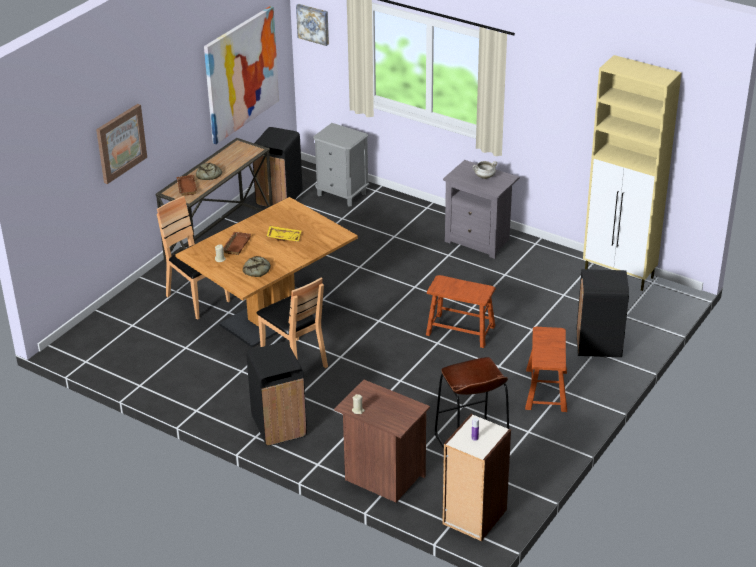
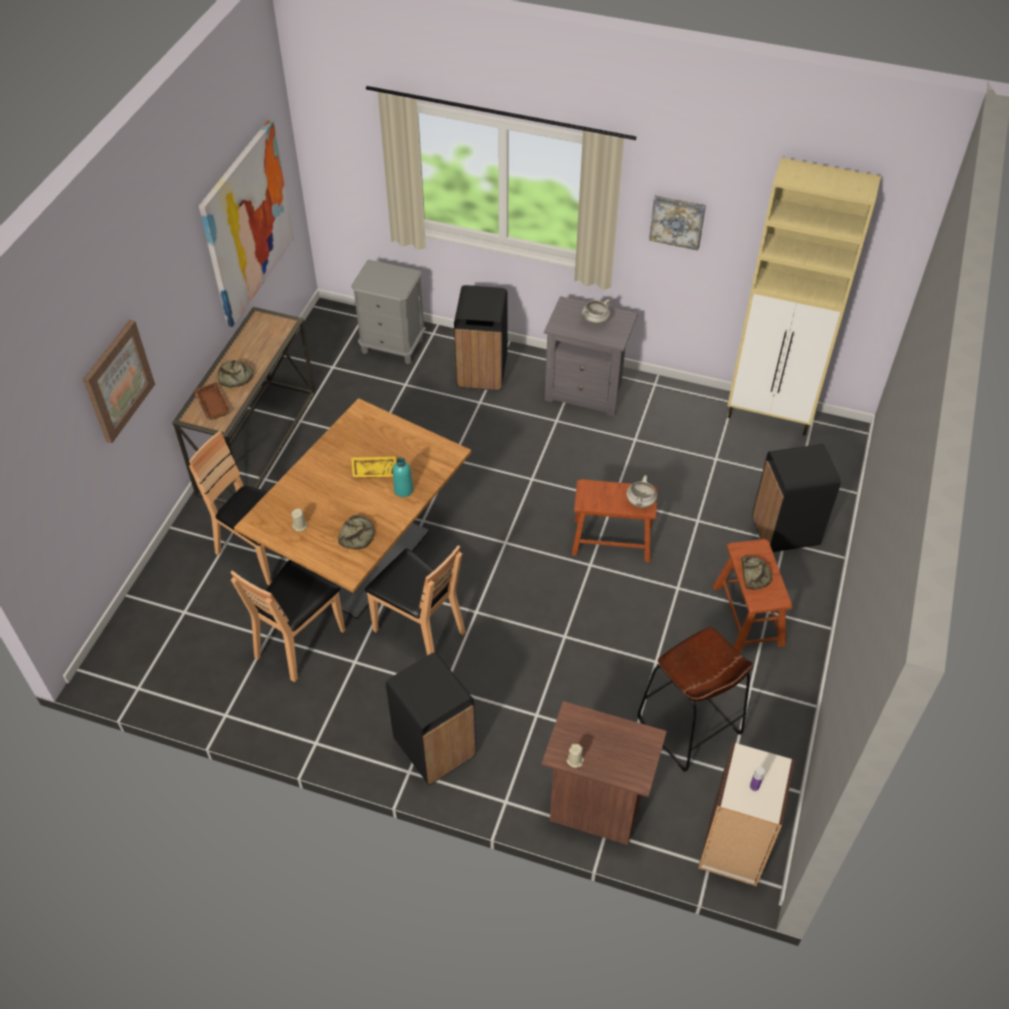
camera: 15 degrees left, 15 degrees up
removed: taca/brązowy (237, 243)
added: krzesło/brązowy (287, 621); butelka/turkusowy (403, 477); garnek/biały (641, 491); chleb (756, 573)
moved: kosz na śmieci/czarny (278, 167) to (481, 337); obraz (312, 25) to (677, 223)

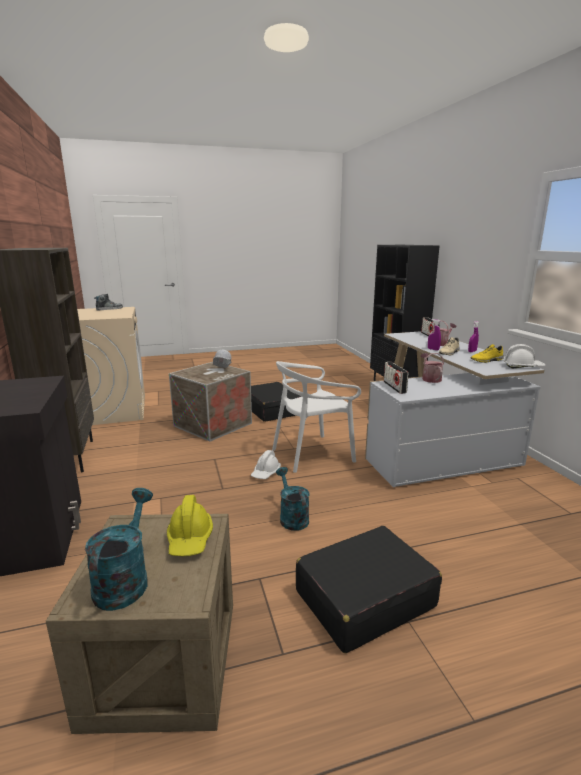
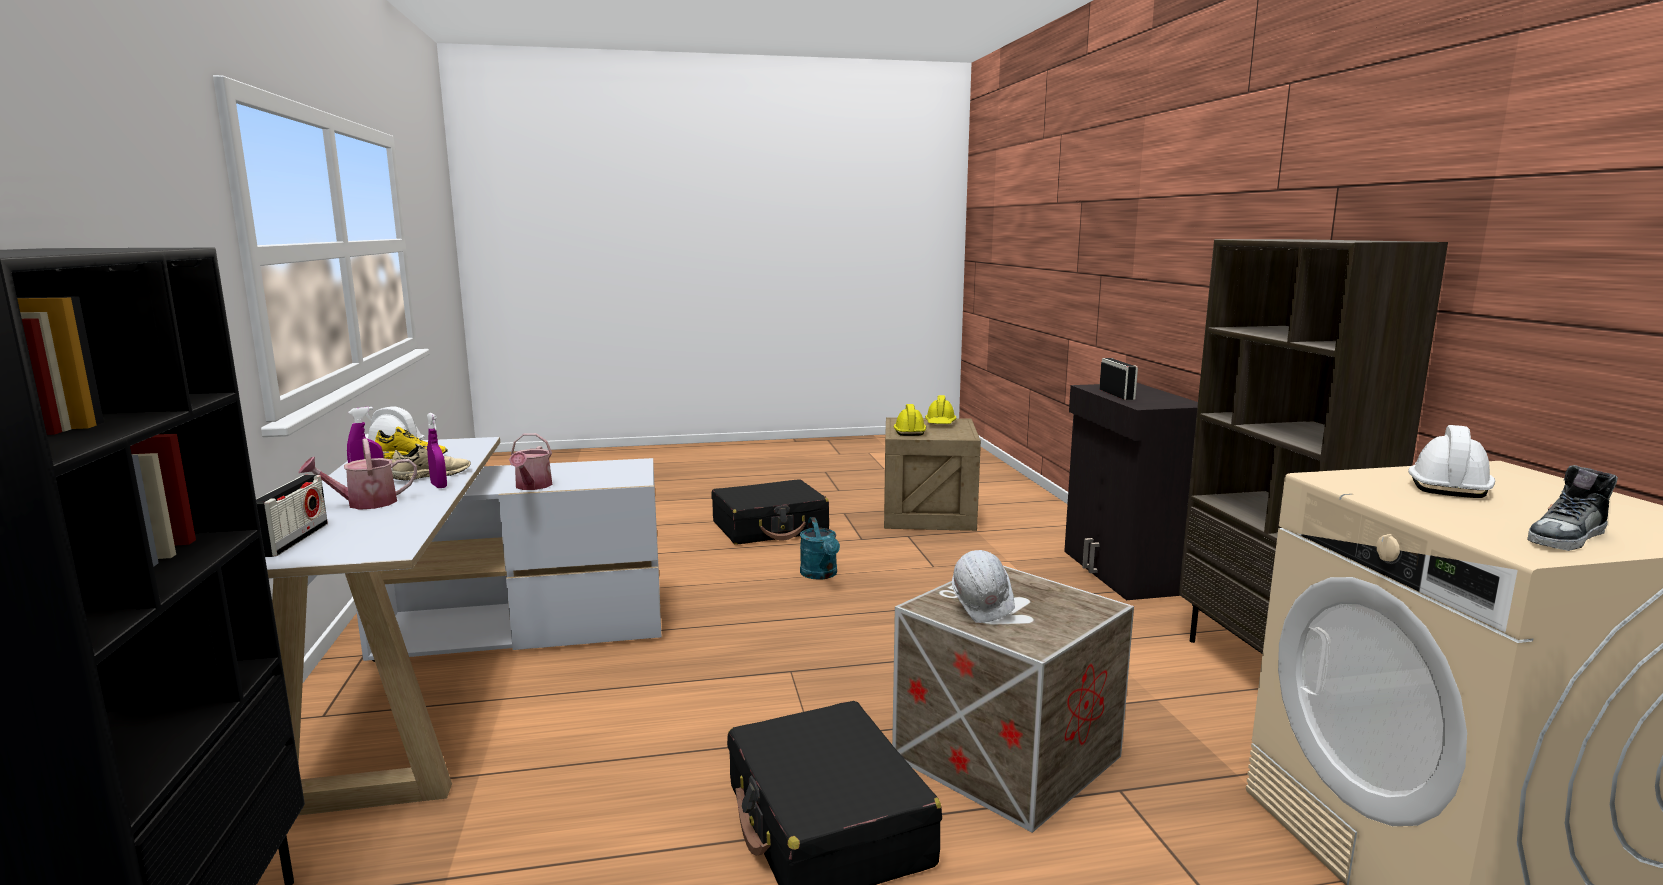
camera: 175 degrees left, 5 degrees down
removed: krzesło/biały (316, 417)
moved: kask/biały (266, 464) to (1451, 461); radio (396, 378) to (1118, 379)
replaced: konewka/turkusowy (119, 549) to kask/żółty (940, 409)

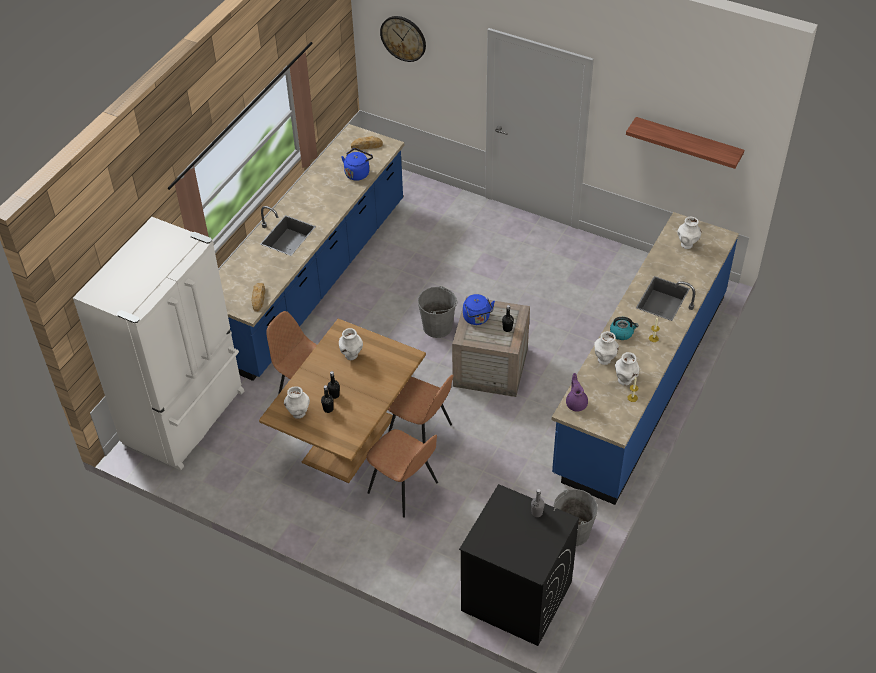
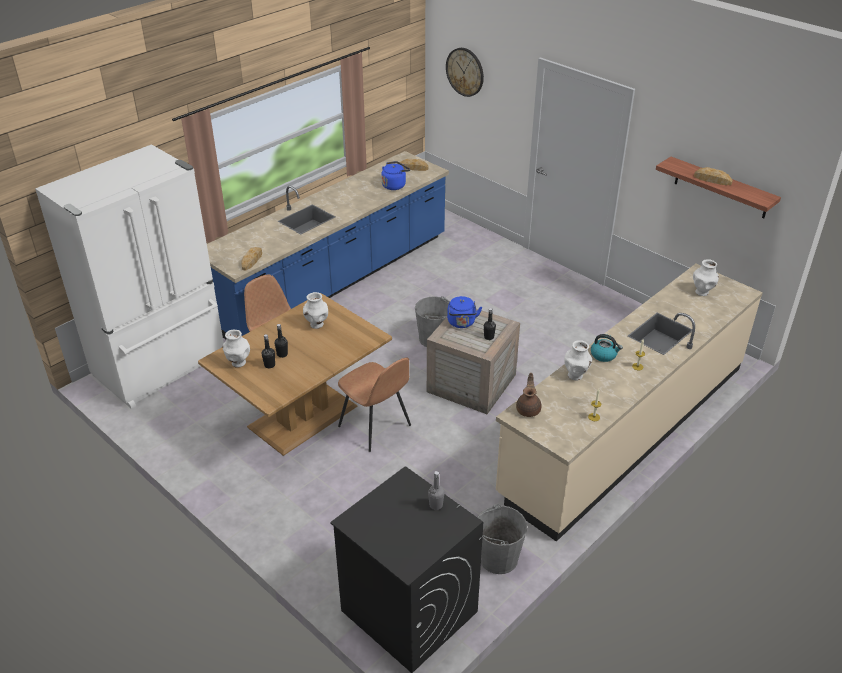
camera: 15 degrees right, 10 degrees down
removed: krzesło/brązowy (402, 473); wazon/biały (627, 369)
added: chleb (713, 176)
recoloured: zabudowa kuchenna/niebieski (645, 358) to zabudowa kuchenna/beżowy (629, 403); imbryk/fioletowy (577, 392) to imbryk/brązowy (529, 395)

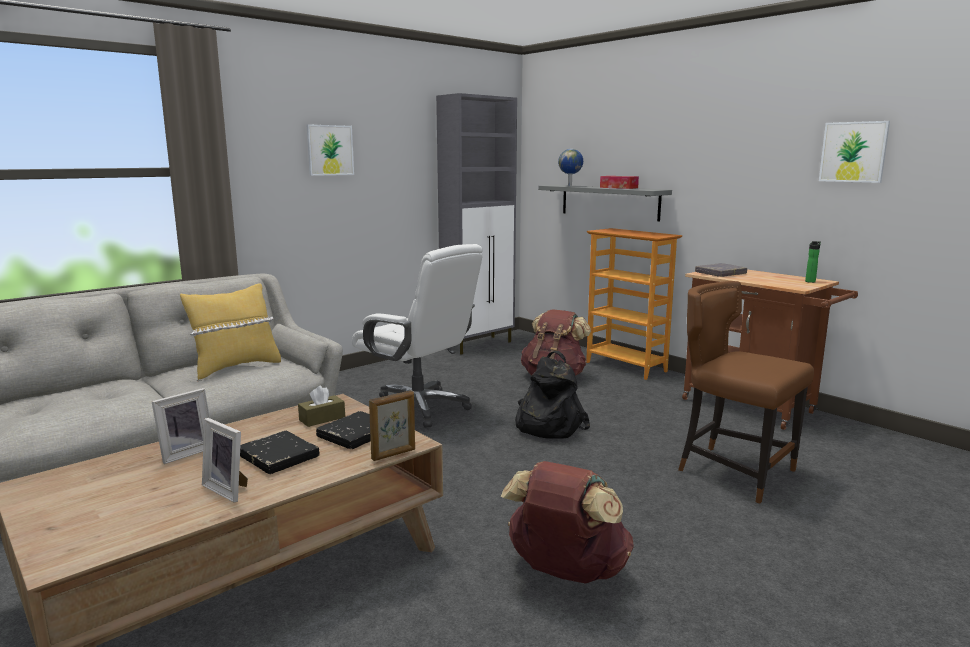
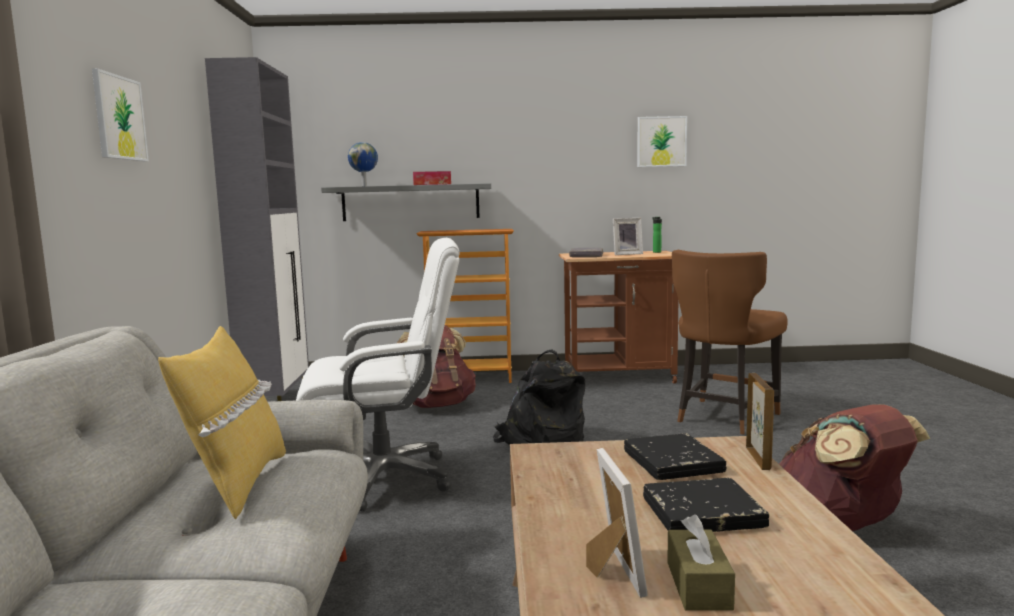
camera: 50 degrees left, 5 degrees down
moved: ramka na zdjęcie (225, 460) to (628, 236); pudełko chusteczek/brązowy (321, 406) to (701, 562)
turned: krzesło/brązowy (746, 392) = (730, 342) 45 degrees counterclockwise

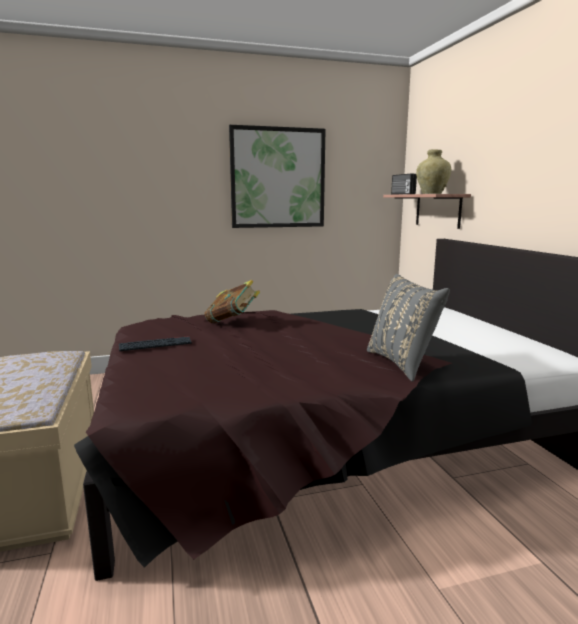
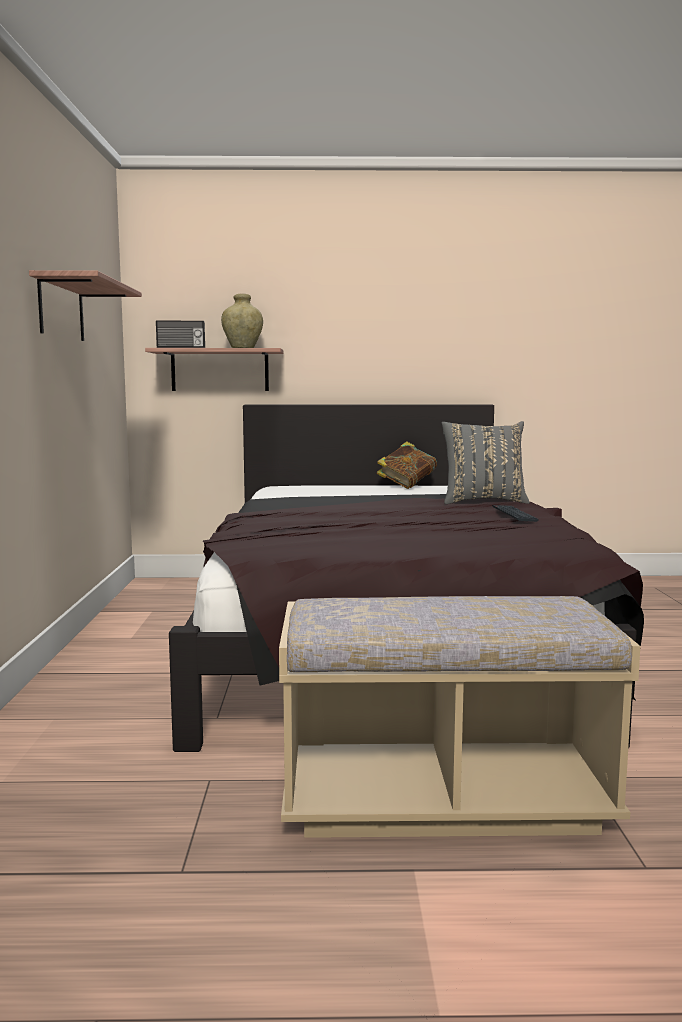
camera: 75 degrees left, 5 degrees down
moved: klawiatura (155, 343) to (515, 513); książka (232, 301) to (407, 465)
replaced: obraz (277, 176) to półka (85, 305)

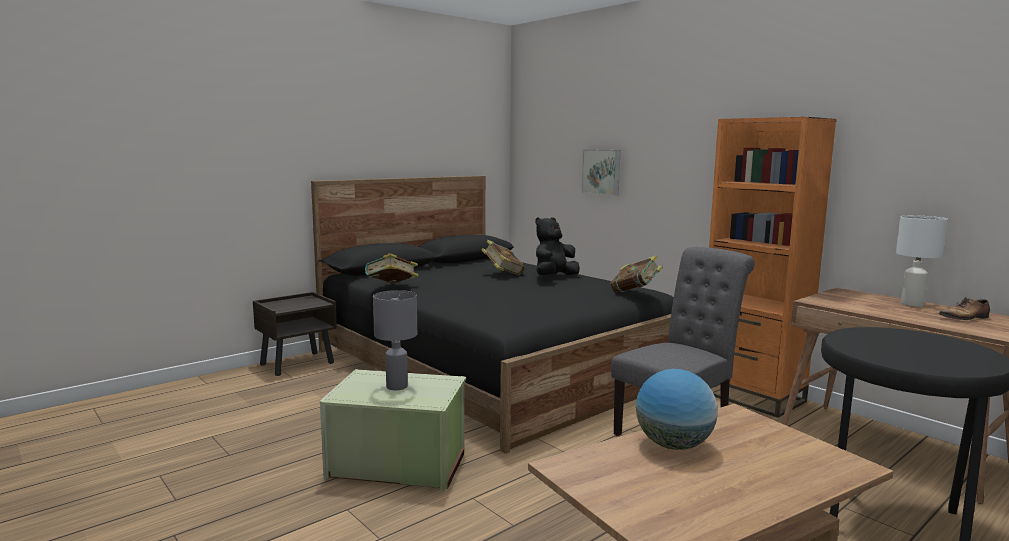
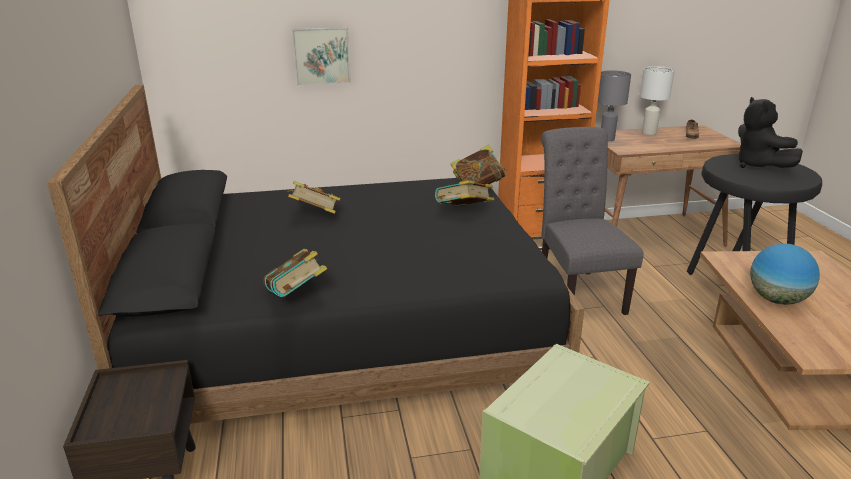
camera: 60 degrees left, 15 degrees up
added: książka (464, 193)
moved: lampa stołowa/szary (395, 340) to (614, 105); pluszak/czarny (557, 246) to (770, 132)

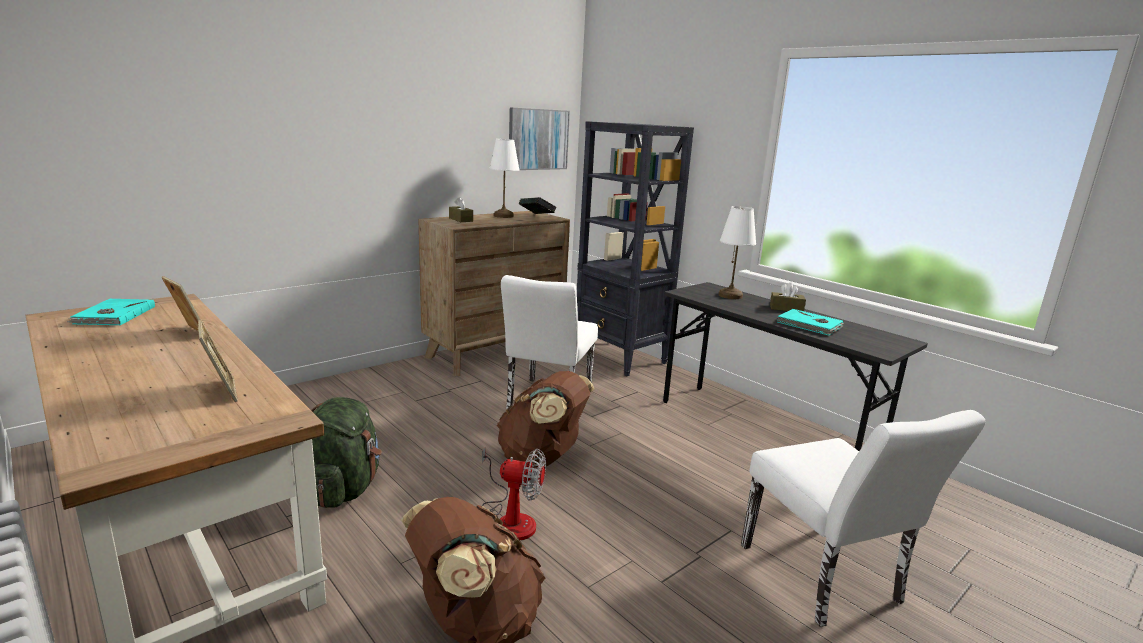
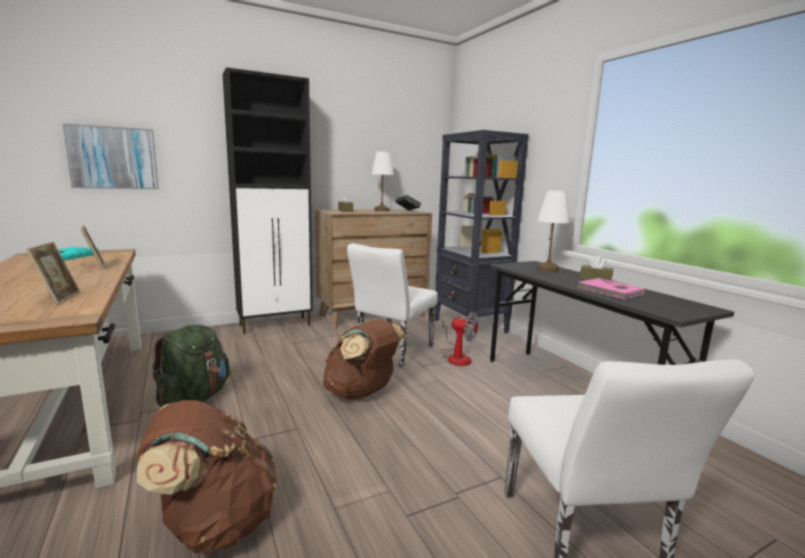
camera: 15 degrees right, 5 degrees down
added: szafka/czarny (268, 200)
moved: wentylator (514, 493) to (459, 339); obraz (539, 138) to (111, 156)
recoloured: książka/turkusowy (810, 322) to książka/różowy (611, 289)

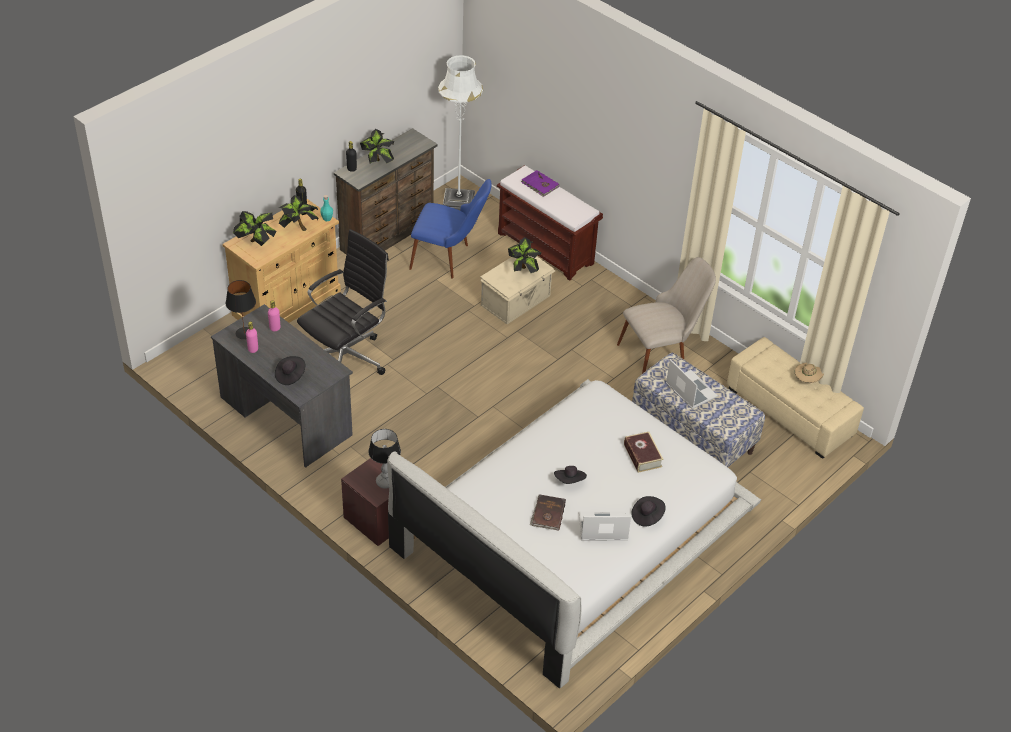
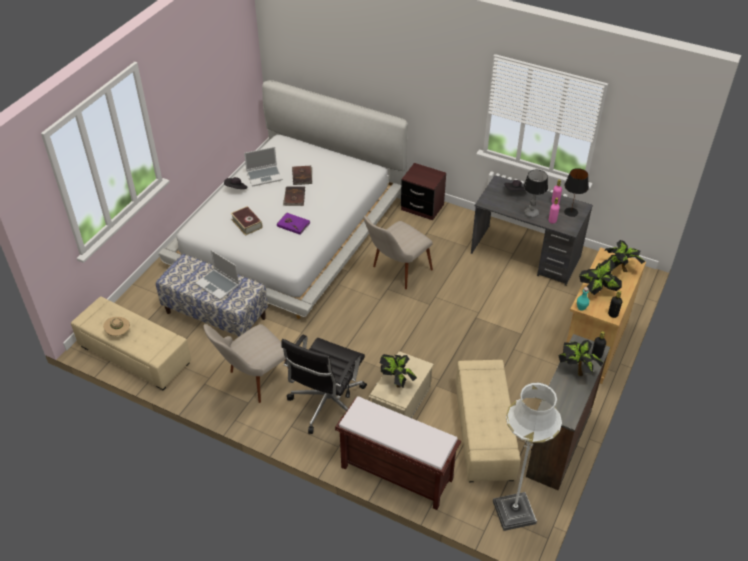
camera: 165 degrees right, 0 degrees up
added: krzesło/beżowy (398, 252)
moved: krzesło biurowe/czarny (343, 302) to (324, 384); lampa stołowa (384, 459) to (536, 193); książka/fioletowy (540, 183) to (294, 223)
replaced: krzesło/niebieski (450, 228) to pufa/beżowy (488, 421); kapelusz/czarny (570, 475) to książka/brązowy (294, 196)

